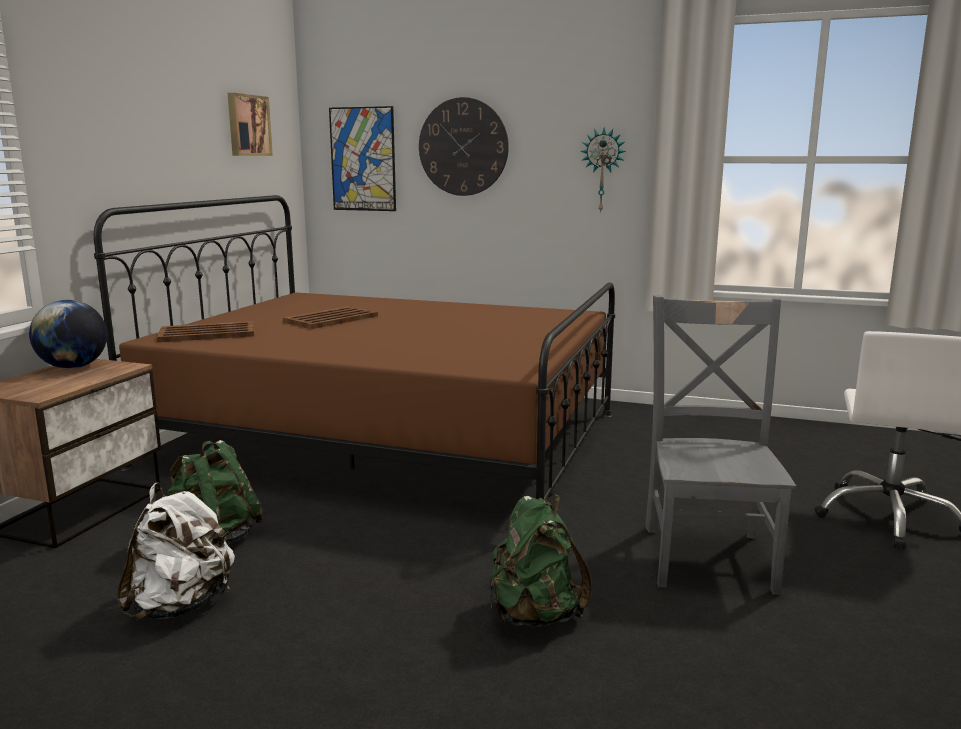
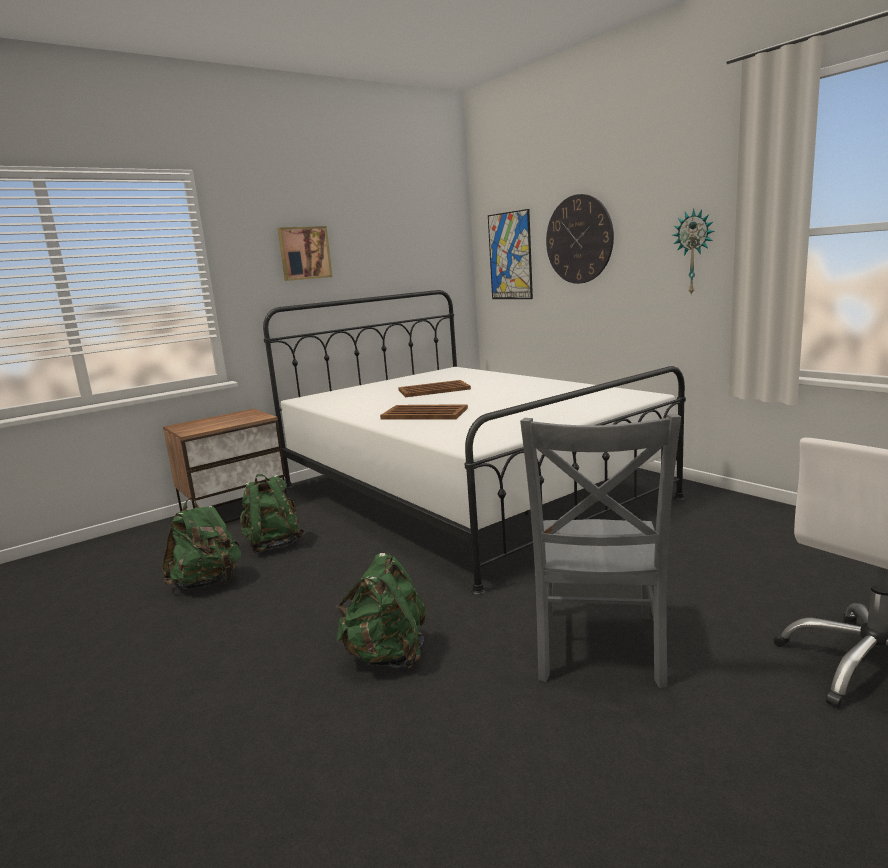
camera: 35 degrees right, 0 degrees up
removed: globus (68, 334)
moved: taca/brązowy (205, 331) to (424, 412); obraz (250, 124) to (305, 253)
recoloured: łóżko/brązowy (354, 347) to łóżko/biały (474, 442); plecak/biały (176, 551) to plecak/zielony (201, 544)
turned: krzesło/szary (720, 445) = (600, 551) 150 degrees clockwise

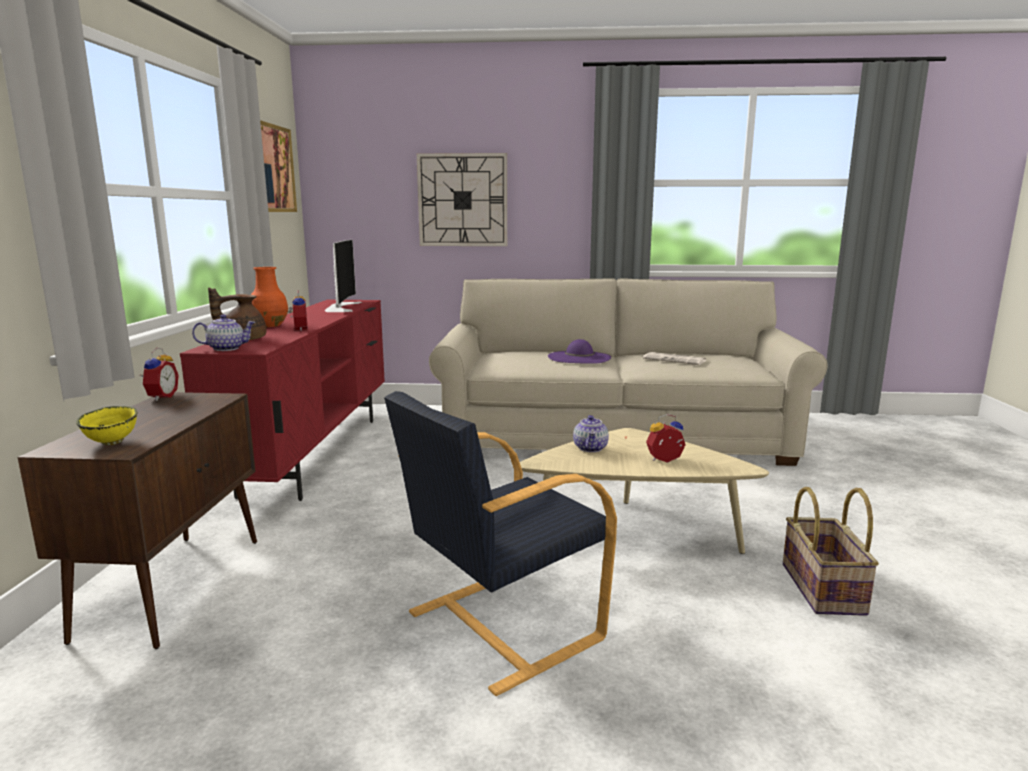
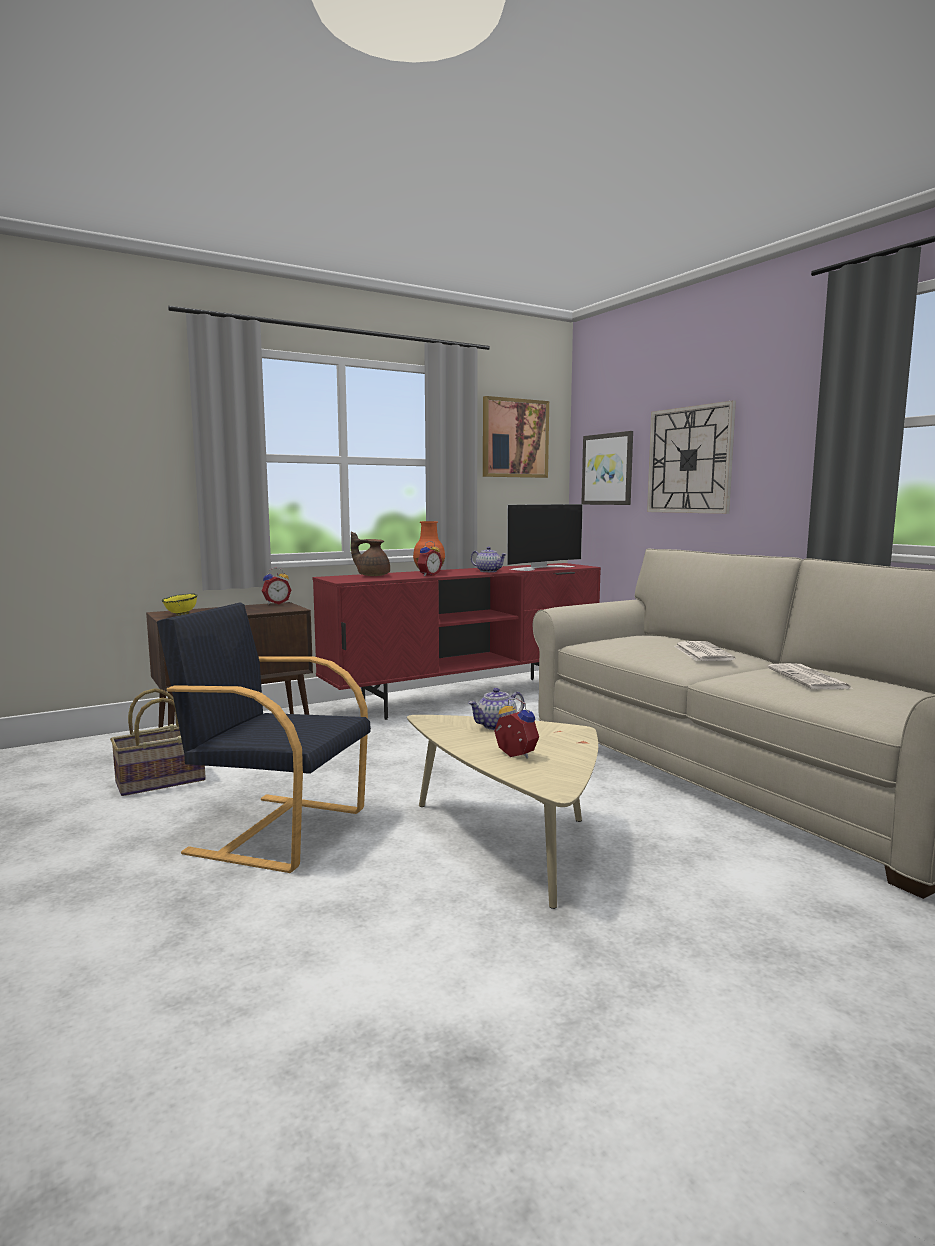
camera: 55 degrees right, 5 degrees down
added: obraz (607, 468)
moved: imbryk (223, 332) to (489, 559); koszyk (831, 551) to (158, 742)
replaced: kapelusz/fioletowy (579, 351) to gazeta (704, 651)

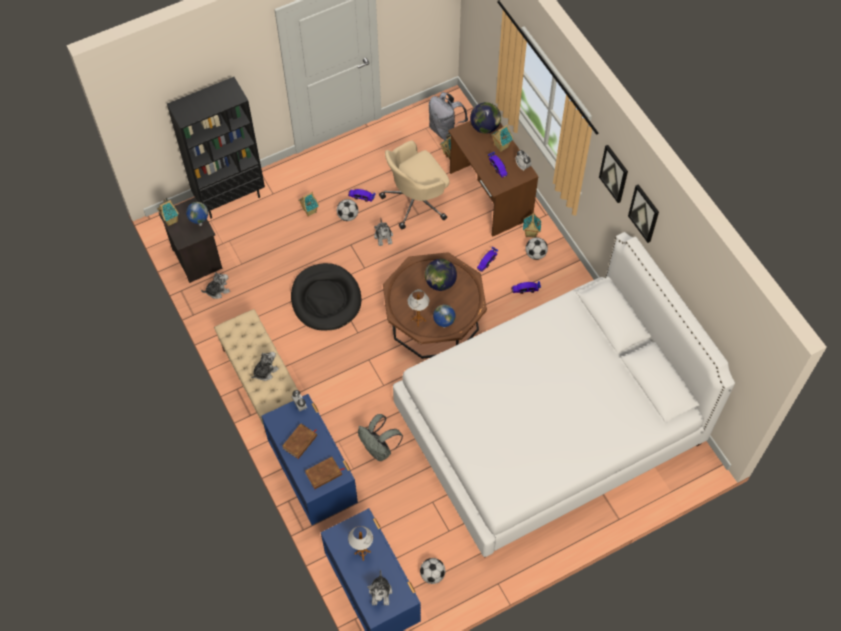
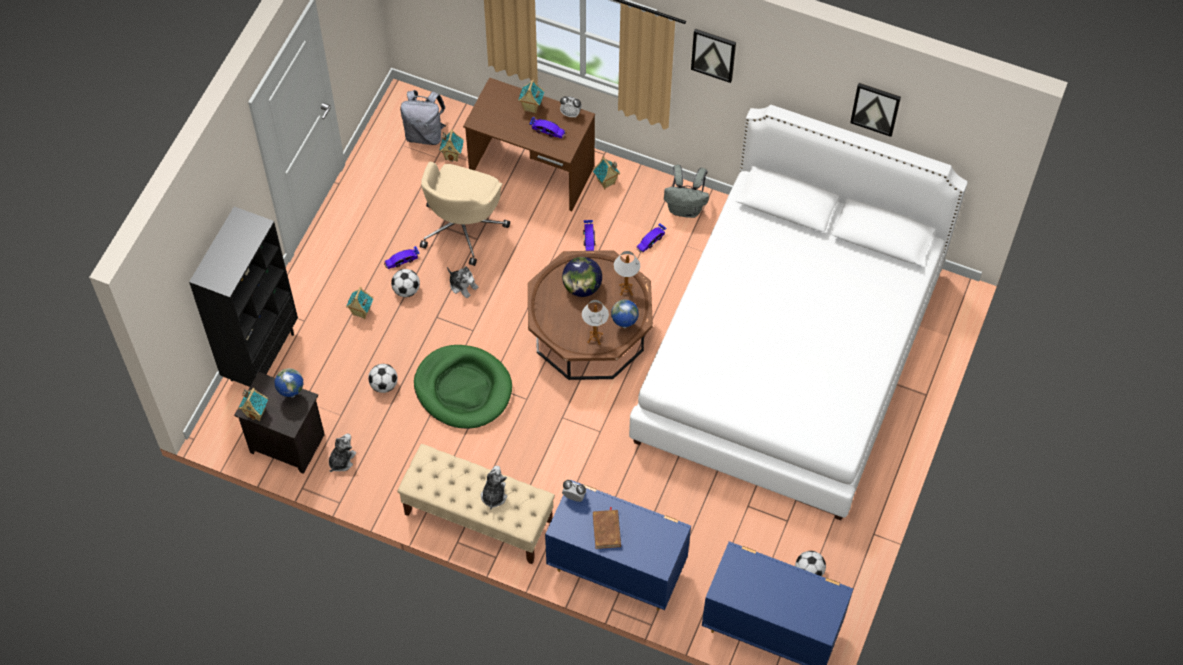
camera: 40 degrees left, 0 degrees up
removed: książka/brązowy (324, 473); pluszak (379, 587); globus (485, 118)
moved: lampa stołowa (360, 543) to (627, 273); plecak/szary (380, 437) to (686, 191); piłka futbolowa (536, 248) to (383, 378); obraz (643, 213) to (875, 110)
recoloured: legowisko/czarny (326, 297) to legowisko/zielony (463, 387)

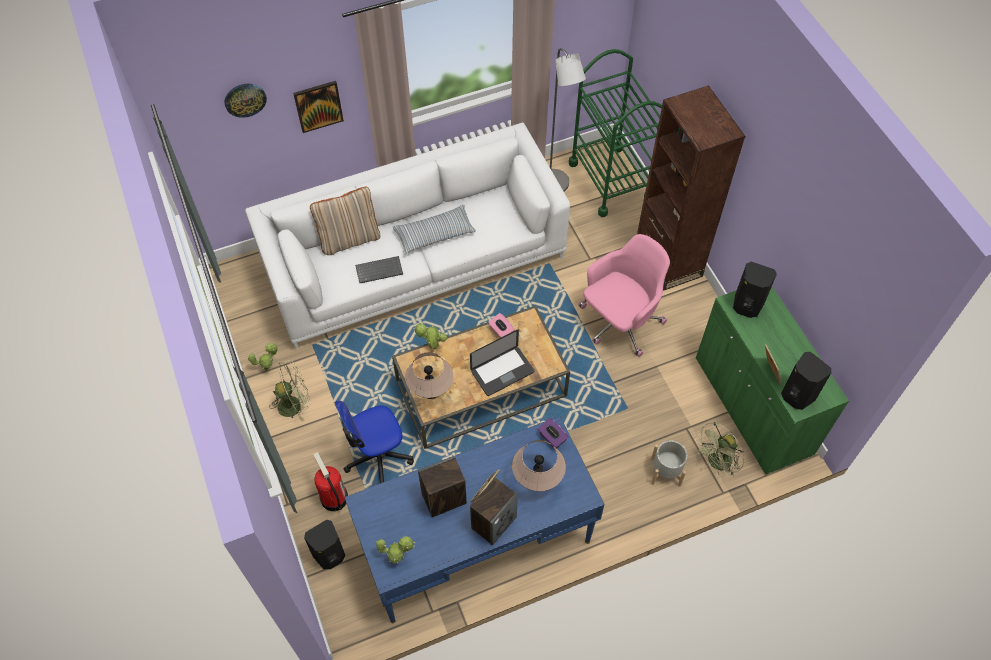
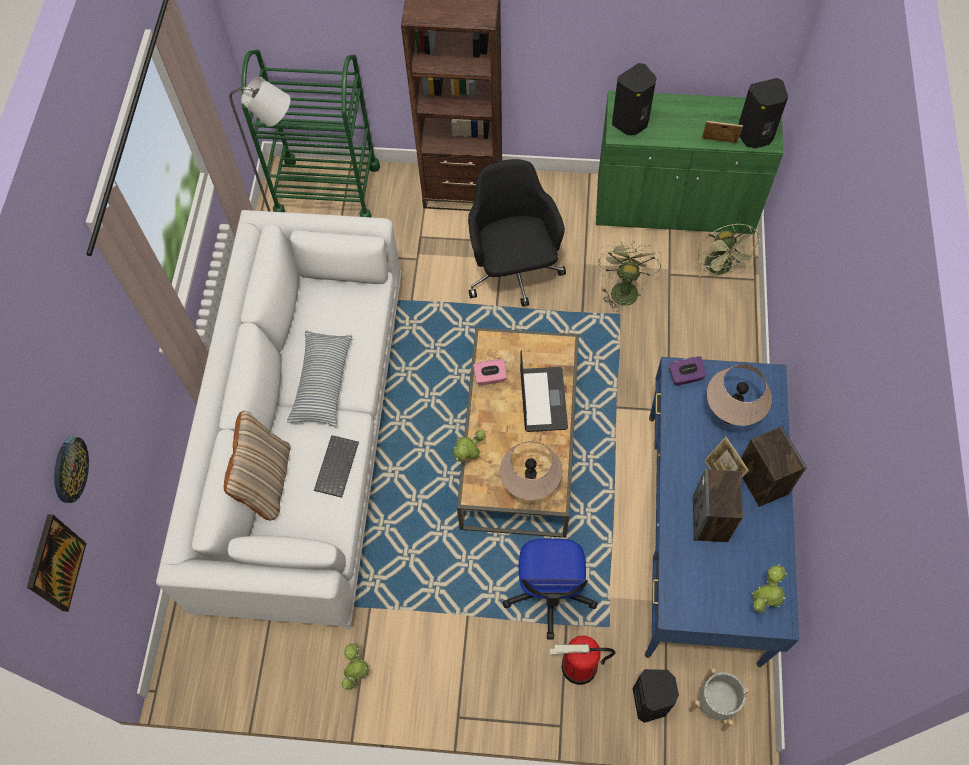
camera: 60 degrees left, 5 degrees up
moved: wentylator/zielony (290, 391) to (629, 276); obraz (318, 107) to (57, 563); donica/szary (669, 463) to (719, 699)
recoloured: krzesło biurowe/różowy (624, 295) to krzesło biurowe/czarny (517, 233)

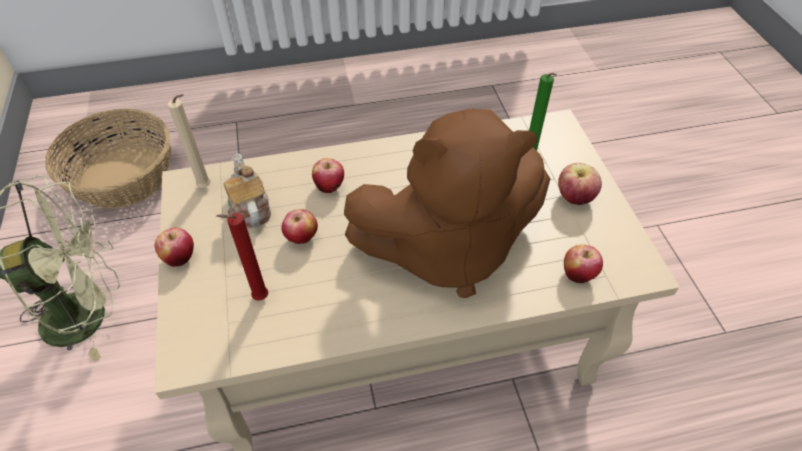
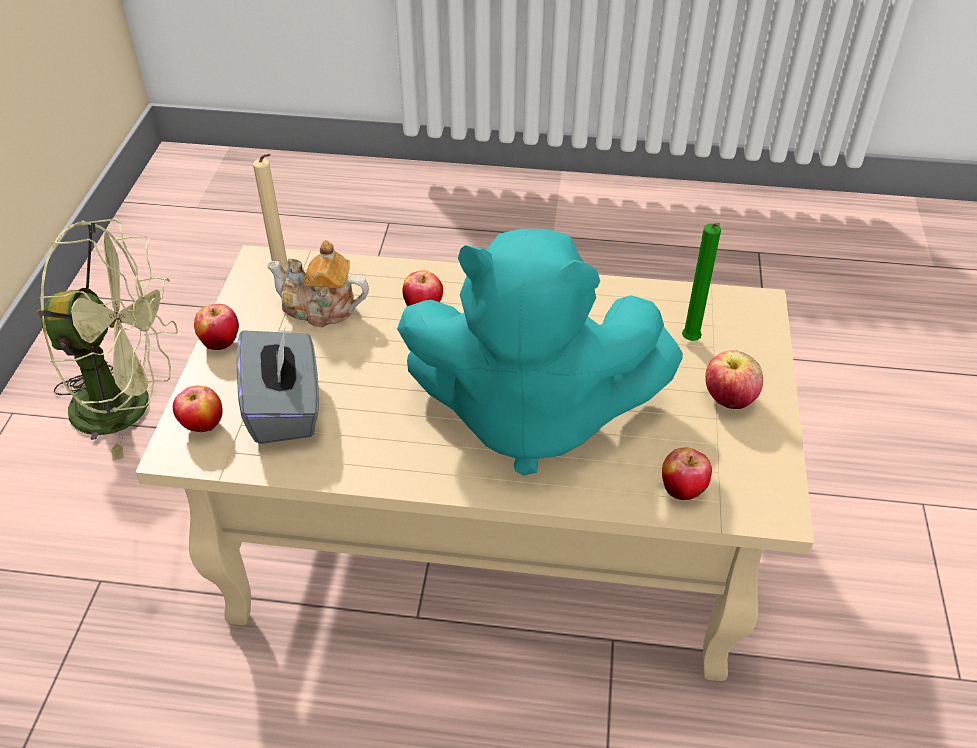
camera: 20 degrees right, 5 degrees down
removed: koszyk (108, 159)
moved: jabłko (300, 226) to (198, 408)
replaced: świeca/czerwony (242, 257) to pudełko chusteczek/szary (278, 385)
recoloured: pluszak/brązowy (447, 203) to pluszak/turkusowy (540, 352)
turned: imbryk (247, 190) = (318, 283) 75 degrees counterclockwise

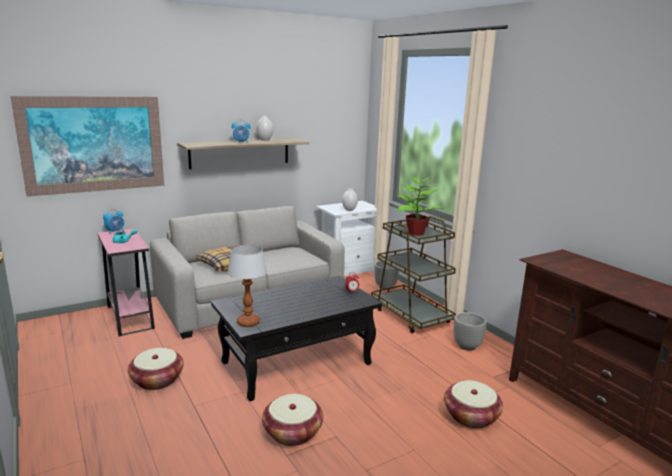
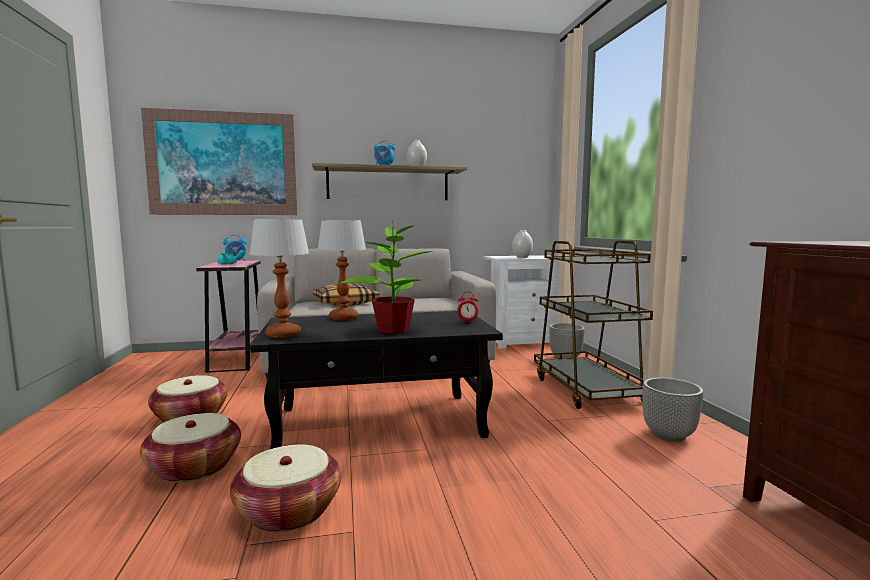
camera: 20 degrees right, 10 degrees down
added: lampa stołowa (341, 270)
moved: roślina doniczkowa (420, 205) to (387, 277); koszyk (473, 404) to (190, 448)

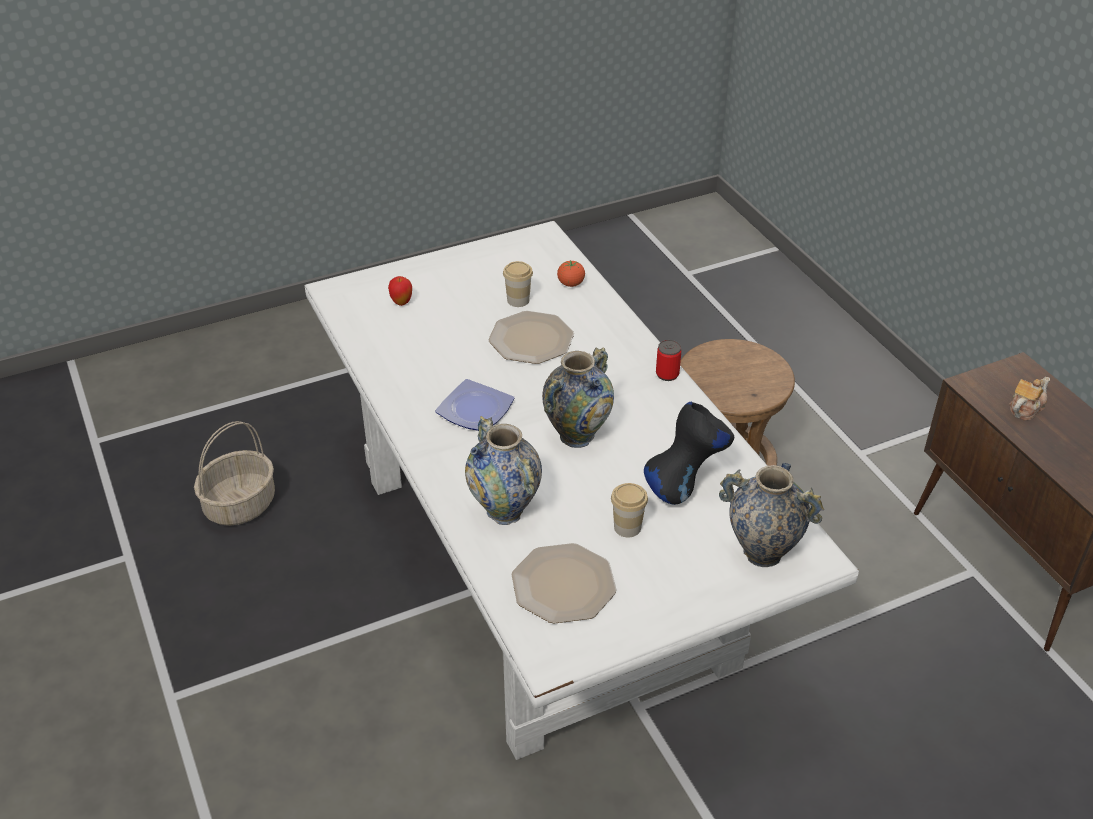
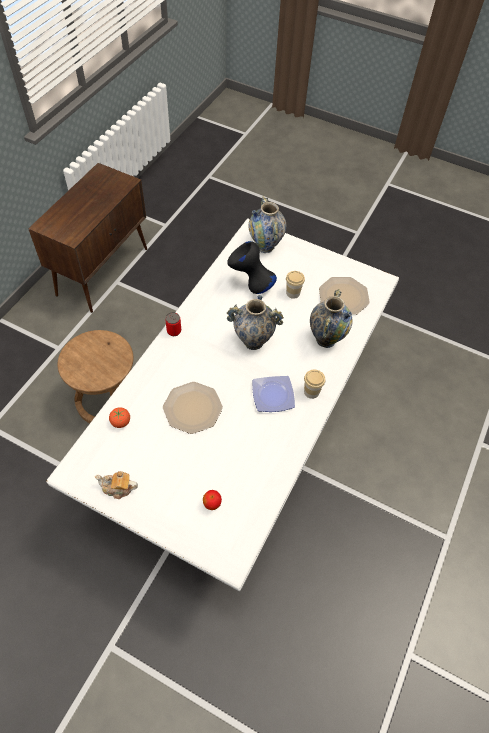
camera: 130 degrees left, 15 degrees up
removed: koszyk (234, 473)
moved: filiżanka (518, 284) to (314, 384); imbryk (1029, 399) to (116, 485)

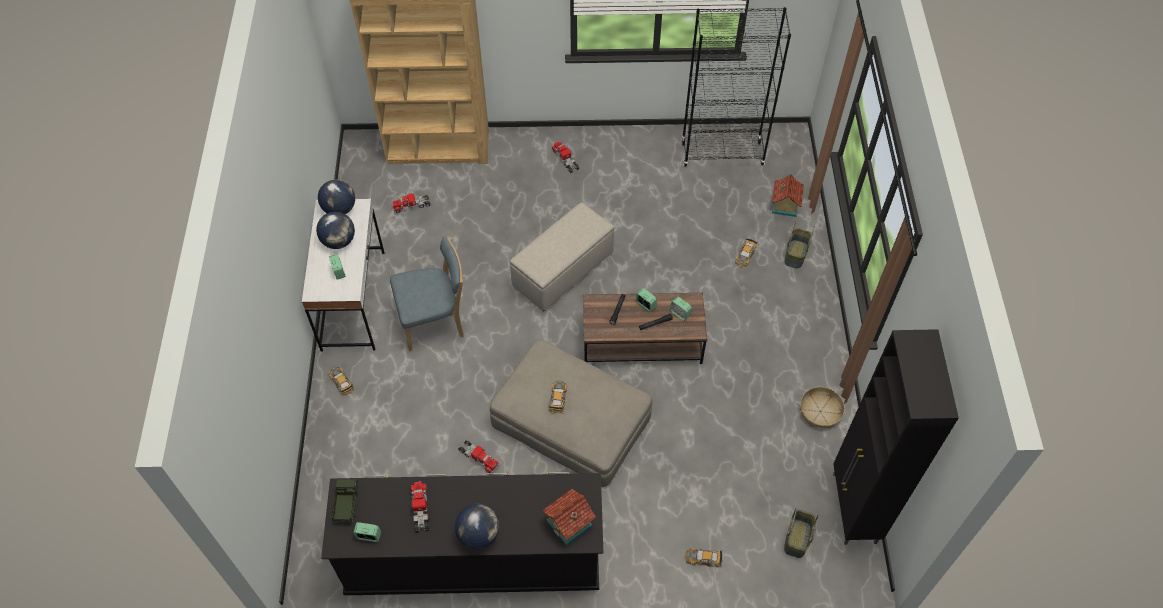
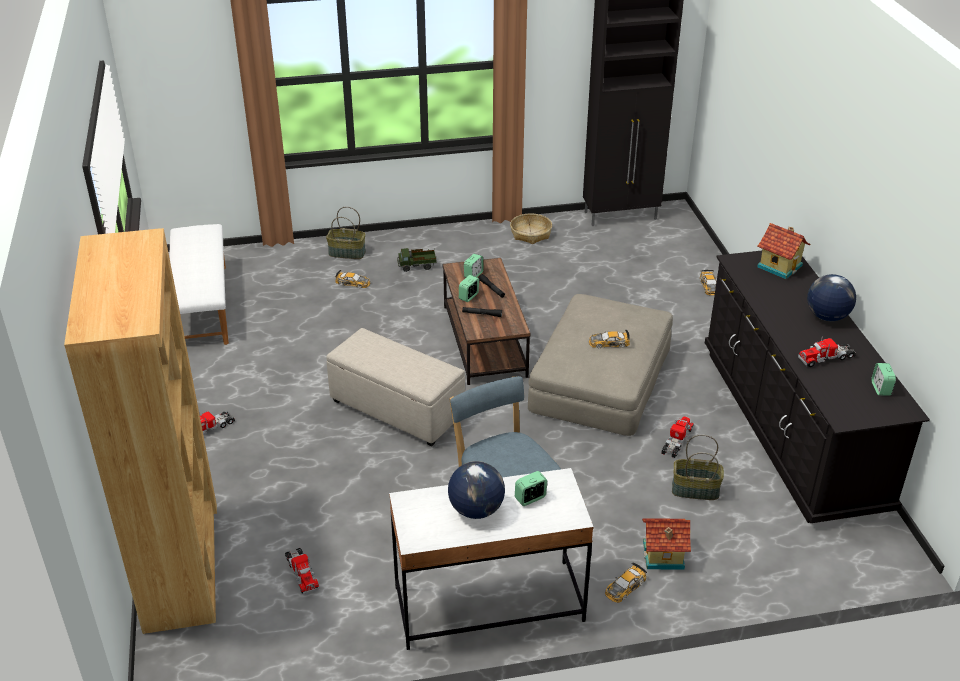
camera: 100 degrees left, 20 degrees down
removed: globus (336, 196)
moved: ciężarówka zabawkowa (344, 500) to (416, 260); domek (788, 195) to (666, 544); koszyk (801, 533) to (698, 467)
replaced: regał/czarny (736, 87) to ławka/biały (199, 284)

